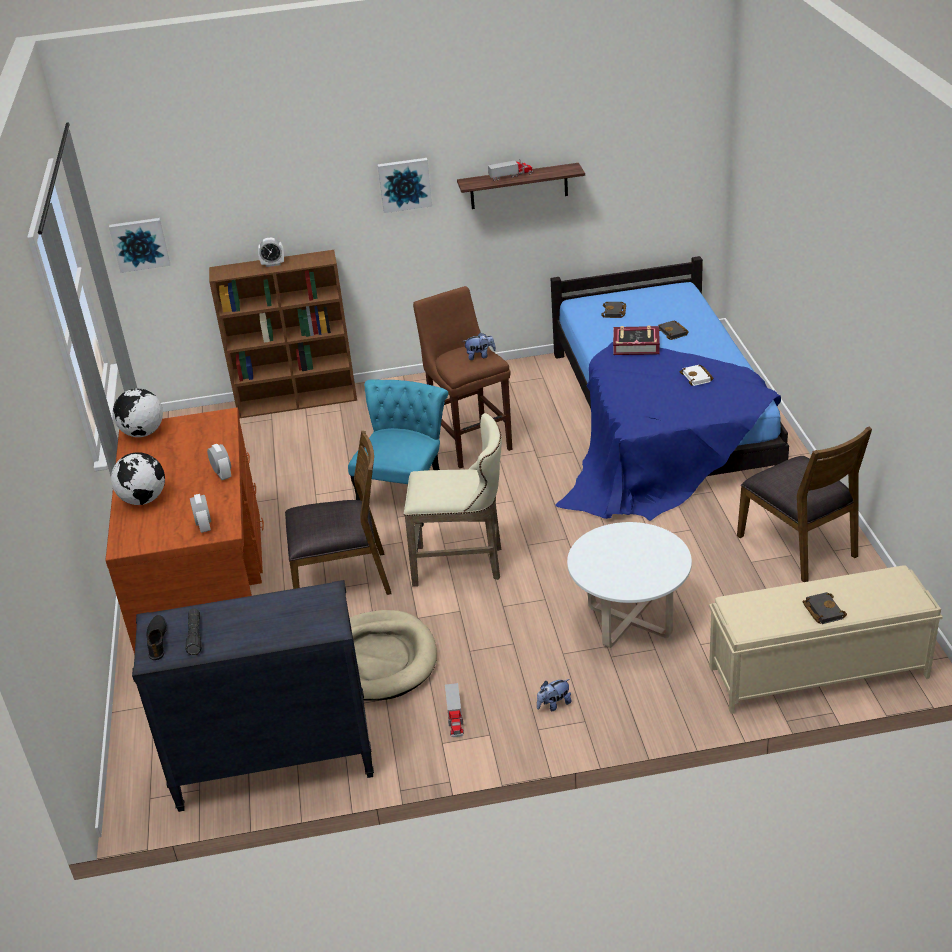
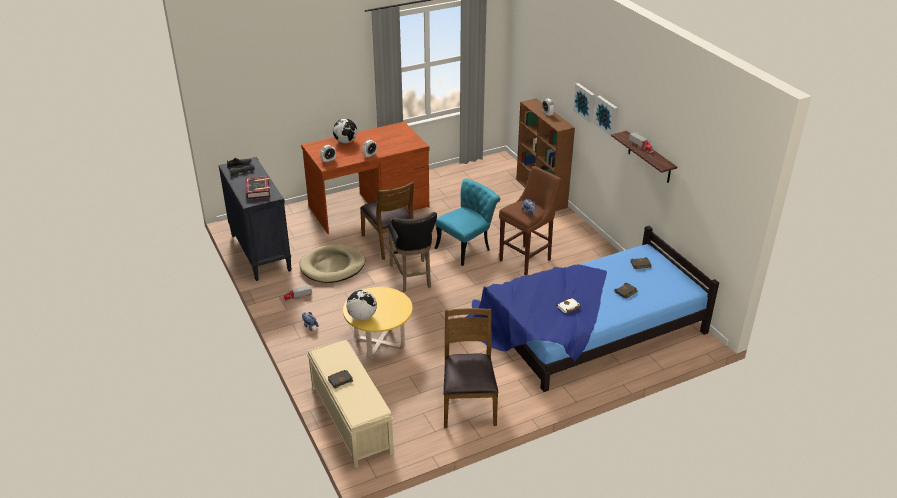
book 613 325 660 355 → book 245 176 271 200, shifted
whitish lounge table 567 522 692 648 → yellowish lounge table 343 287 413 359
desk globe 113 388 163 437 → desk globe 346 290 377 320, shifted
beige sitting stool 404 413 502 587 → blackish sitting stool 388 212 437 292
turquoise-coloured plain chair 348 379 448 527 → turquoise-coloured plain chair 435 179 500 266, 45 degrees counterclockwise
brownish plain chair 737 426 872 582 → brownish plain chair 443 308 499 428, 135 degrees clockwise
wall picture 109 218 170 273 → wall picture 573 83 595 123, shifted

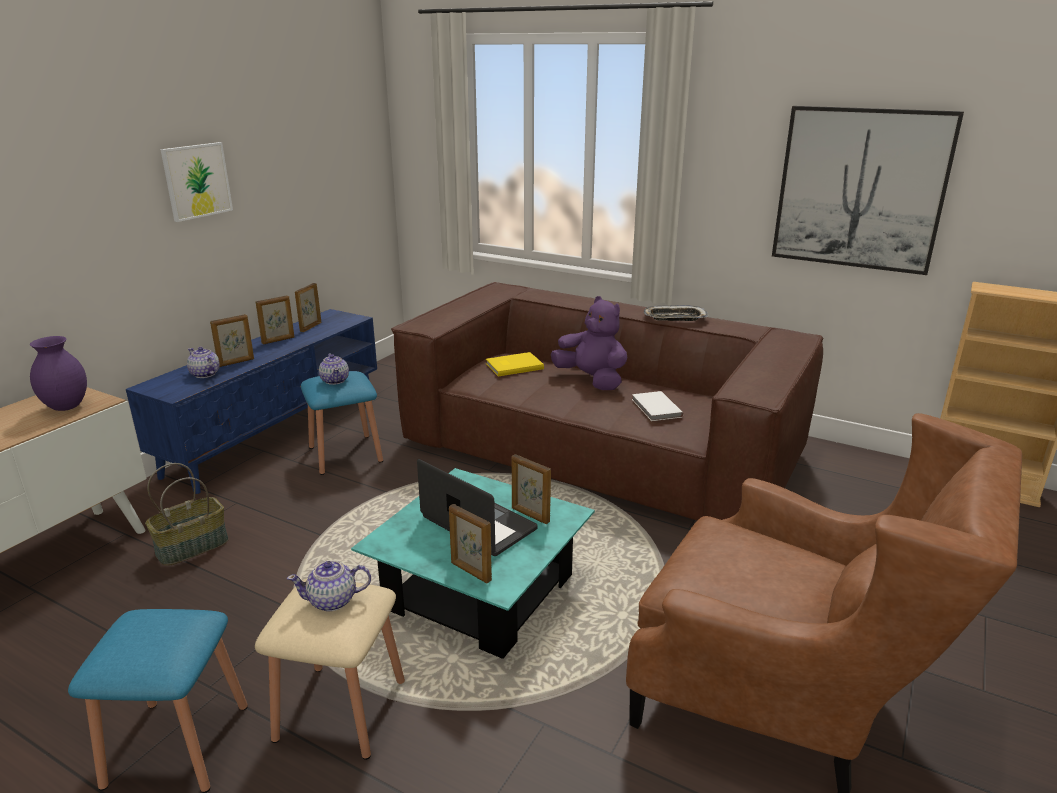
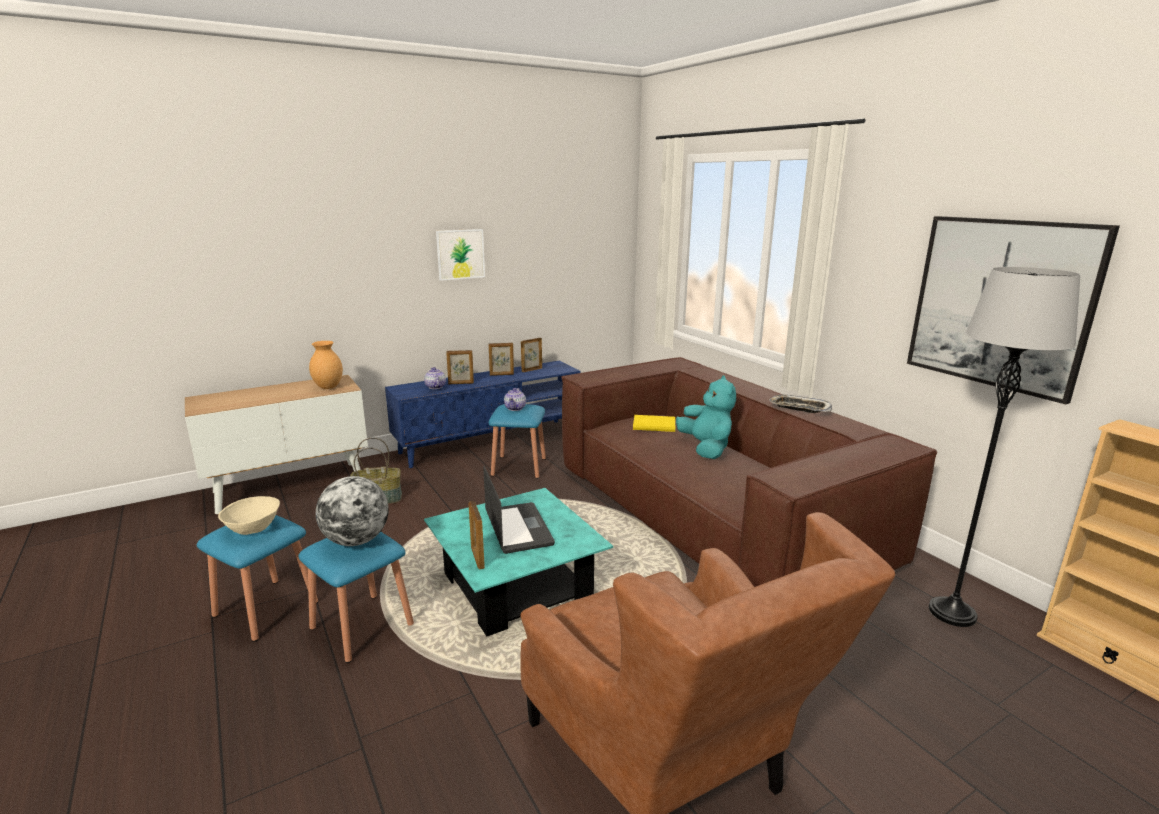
- → beige bowl 218 496 280 535
beige sitting stool 255 579 405 760 → blue sitting stool 298 532 414 663
purplish vase 30 336 87 411 → brownish vase 309 341 343 389
tea pot 287 560 371 611 → desk globe 316 476 389 546
purplish cuddly toy 551 296 627 390 → turquoise-coloured cuddly toy 676 376 736 459
- → grey standard lamp 929 267 1080 627
standing frame 512 454 551 524 → -
whitish book 632 391 683 421 → -

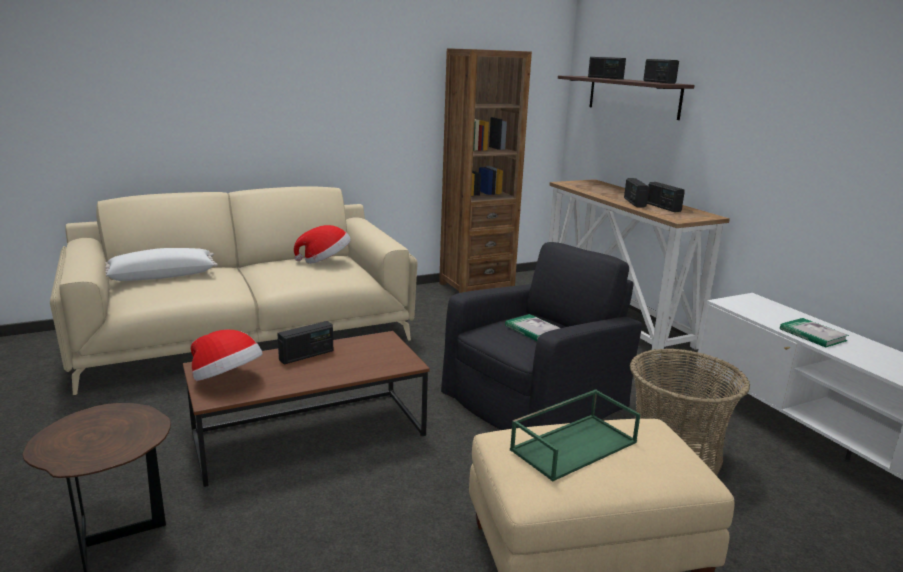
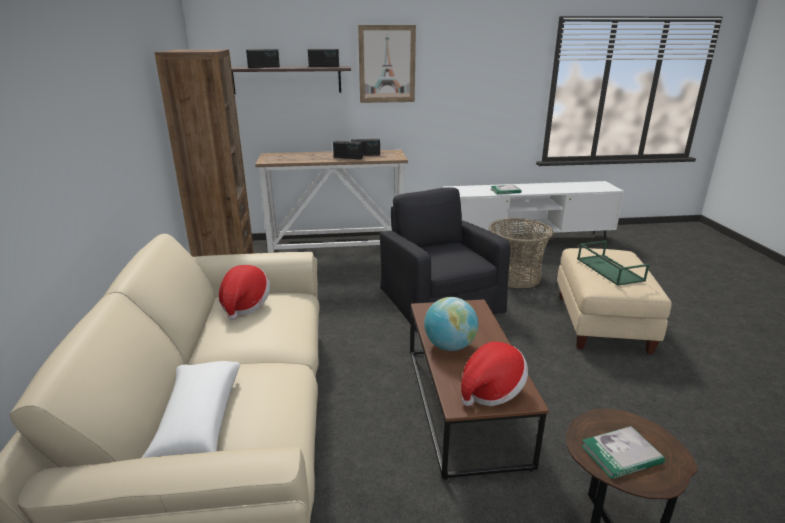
- → wall picture 358 25 416 103
radio set 277 321 333 365 → desk globe 424 297 478 351
book 505 314 560 341 → book 581 426 665 479, shifted

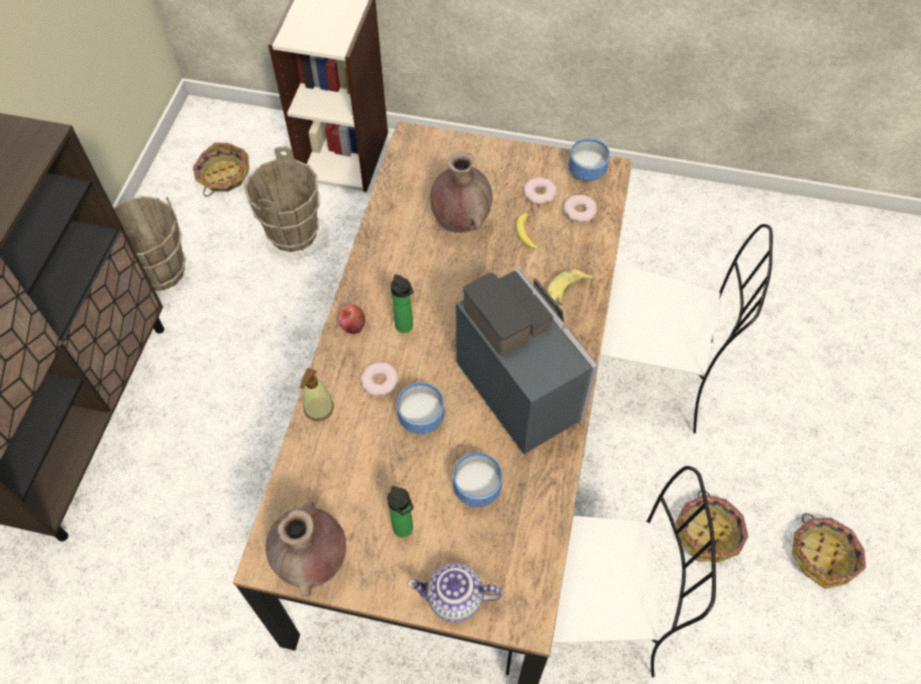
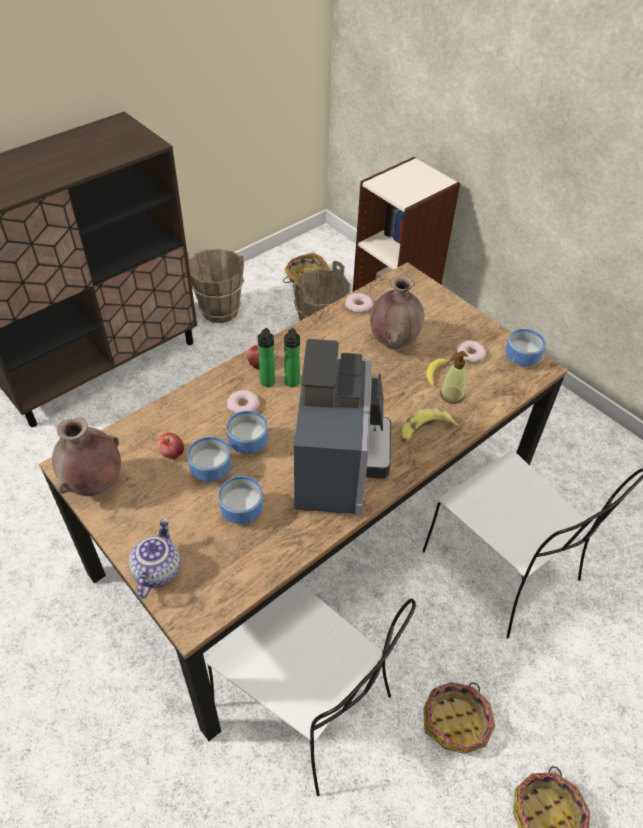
tea pot 407 563 502 622 → tea pot 129 518 180 599, 60 degrees clockwise
- → whole apple 157 433 184 460
- → bowl 188 437 231 482
beverage bottle 387 486 414 538 → beverage bottle 258 328 275 387, shifted
doughnut 563 195 597 222 → doughnut 345 293 373 313, shifted
soap bottle 300 368 334 421 → soap bottle 440 351 468 404, shifted

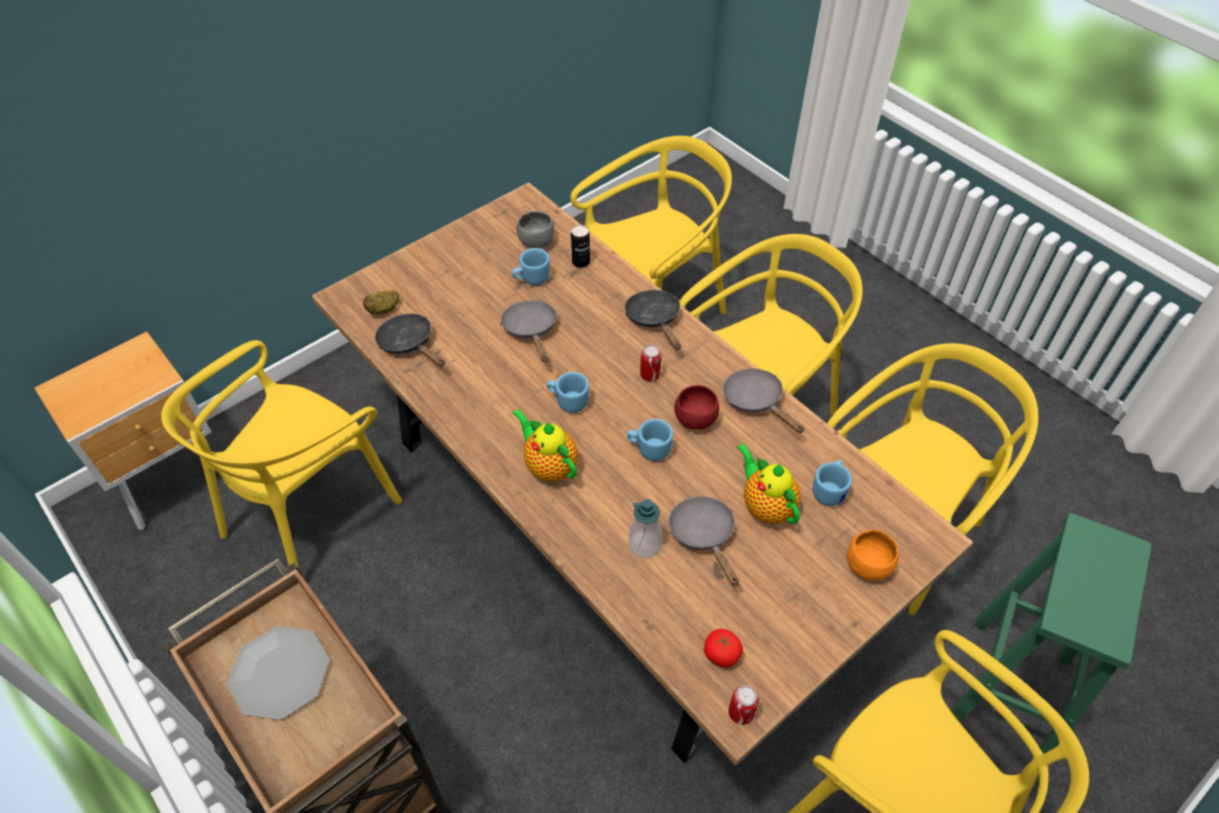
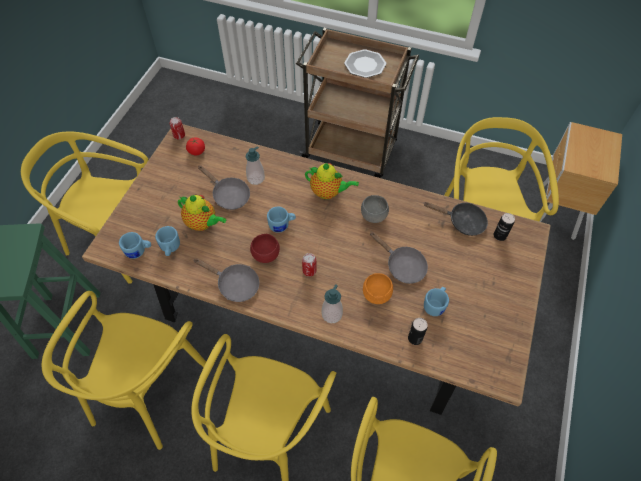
blue coffee mug 547 372 589 413 → blue coffee mug 119 232 151 259, shifted
blackish skillet 625 290 681 350 → soap bottle 322 284 343 323
grey bowl 517 211 554 248 → grey bowl 361 195 389 223, shifted
orange bowl 847 530 899 581 → orange bowl 363 273 393 304, shifted
spud 363 290 399 314 → sealed can 493 213 515 241

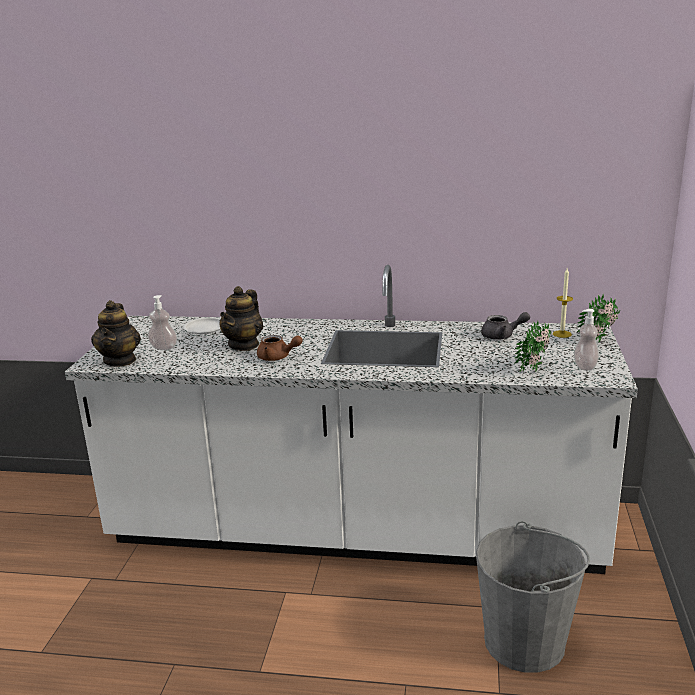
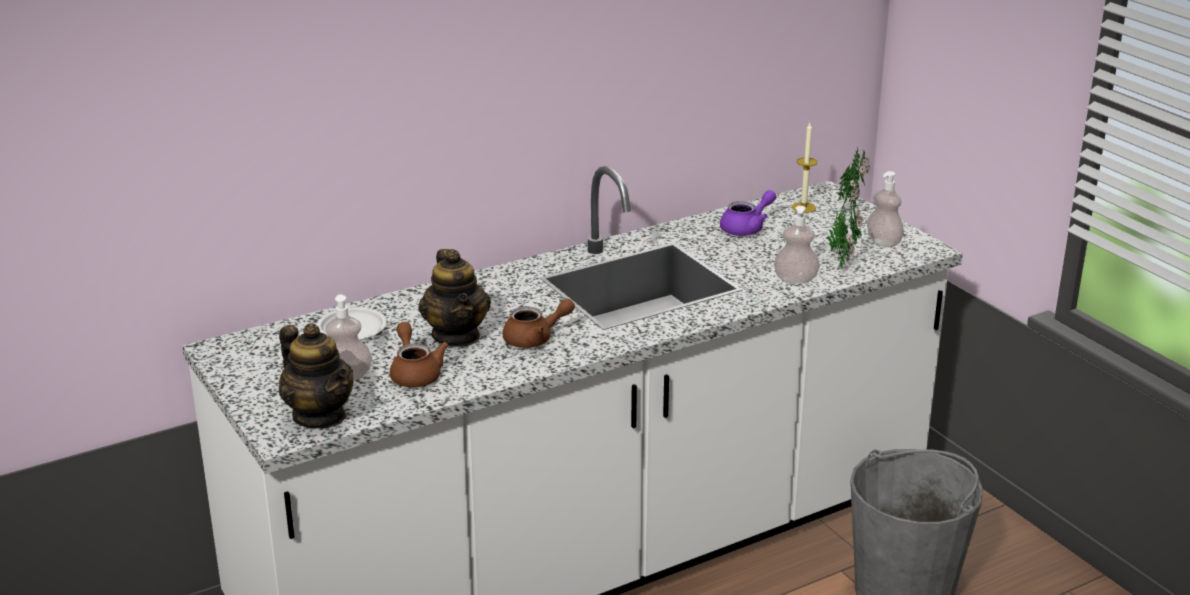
- → brownish tea pot 390 322 448 387
grey tea pot 481 312 530 340 → purplish tea pot 720 190 776 236
- → soap bottle 774 206 820 284

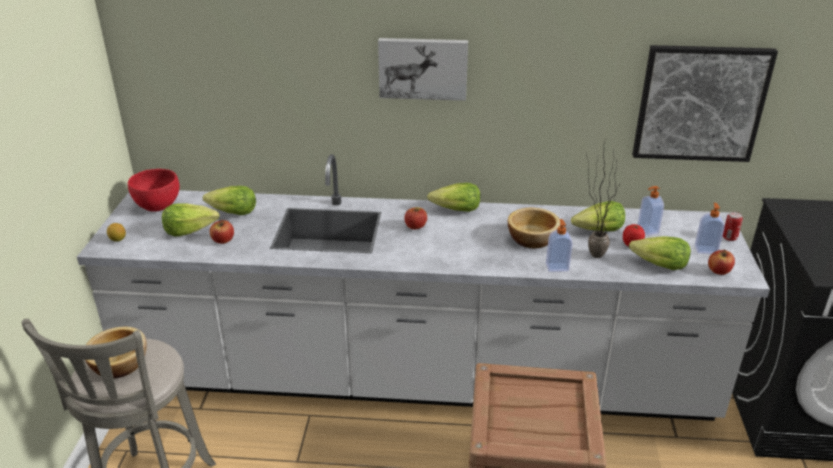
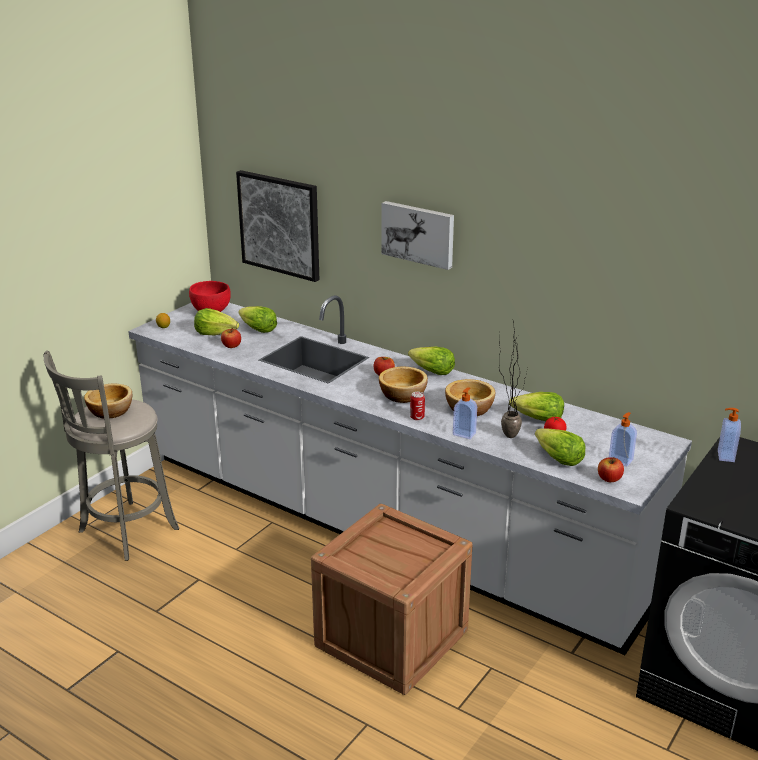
wall picture 632 45 778 162 → wall picture 236 170 319 282, shifted
- → bowl 379 366 428 403
sealed can 723 212 743 241 → sealed can 410 392 425 420, shifted
soap bottle 637 186 664 235 → soap bottle 718 408 741 462, shifted

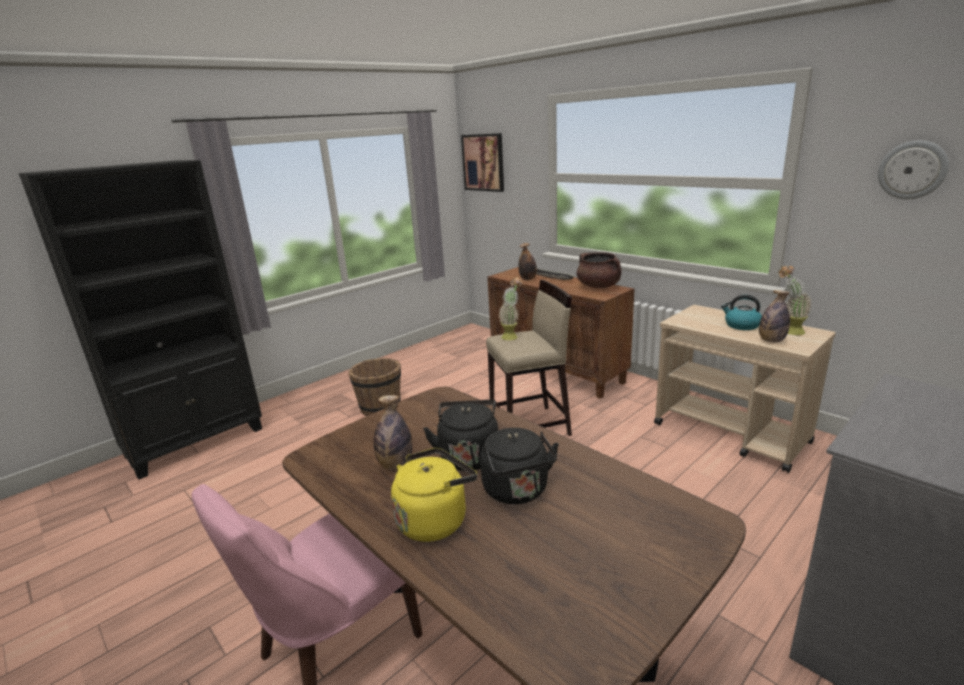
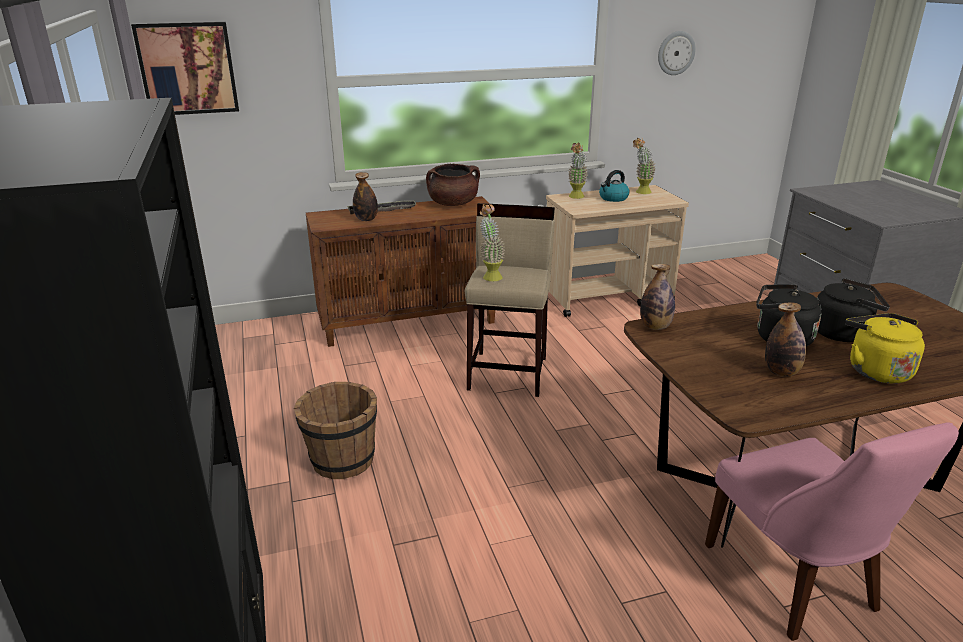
- → potted plant 568 142 587 199
beverage bottle 759 290 790 343 → beverage bottle 640 264 675 330, shifted

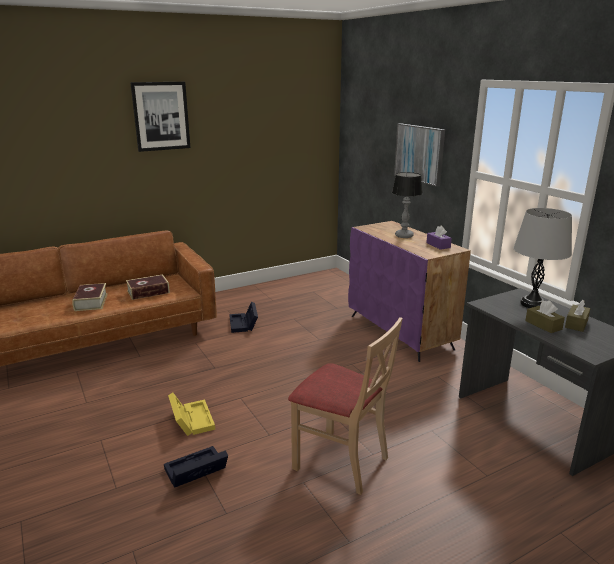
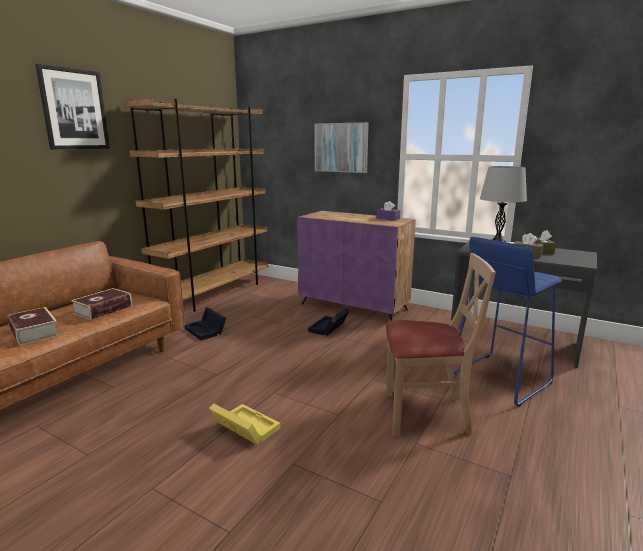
- → brownish bookcase 123 98 268 312
blackish storage container 164 446 228 488 → blackish storage container 308 308 350 336, shifted
- → blue sitting stool 454 237 562 407
lamp for a table 392 172 423 238 → -

